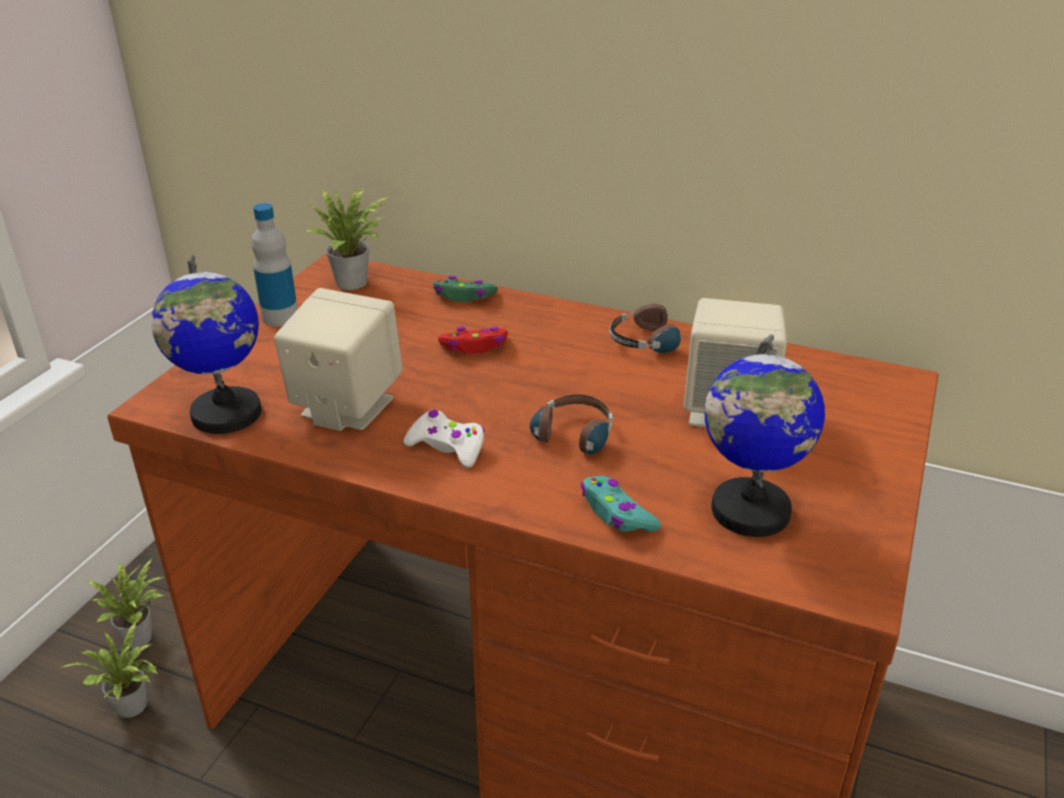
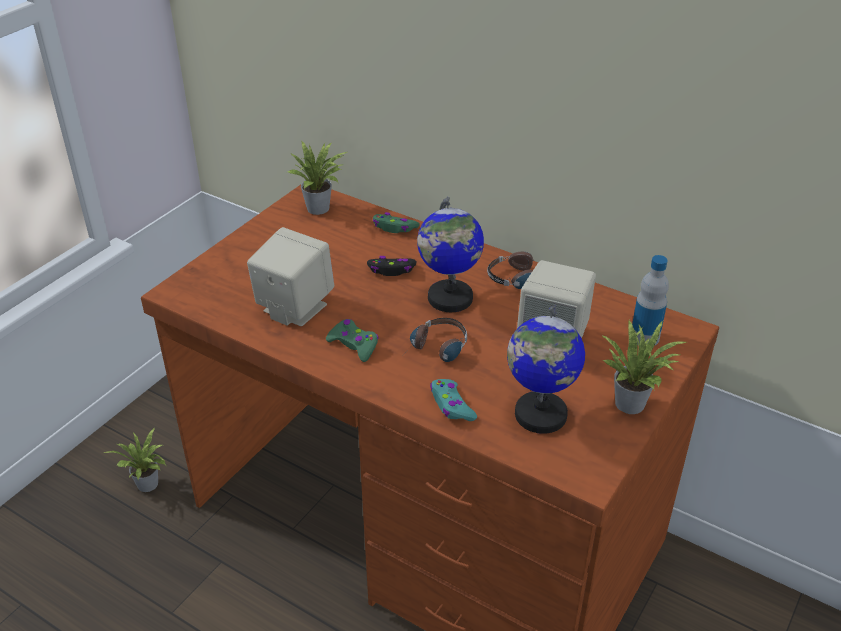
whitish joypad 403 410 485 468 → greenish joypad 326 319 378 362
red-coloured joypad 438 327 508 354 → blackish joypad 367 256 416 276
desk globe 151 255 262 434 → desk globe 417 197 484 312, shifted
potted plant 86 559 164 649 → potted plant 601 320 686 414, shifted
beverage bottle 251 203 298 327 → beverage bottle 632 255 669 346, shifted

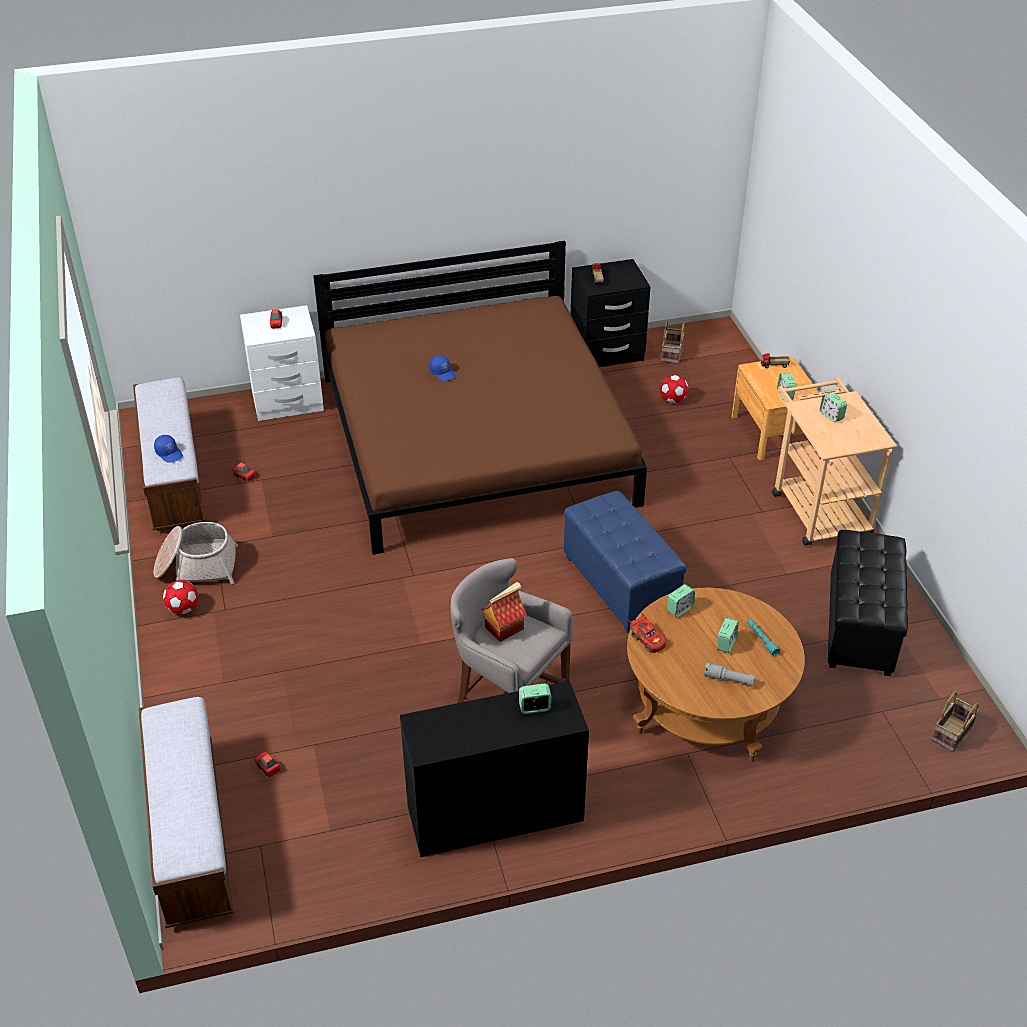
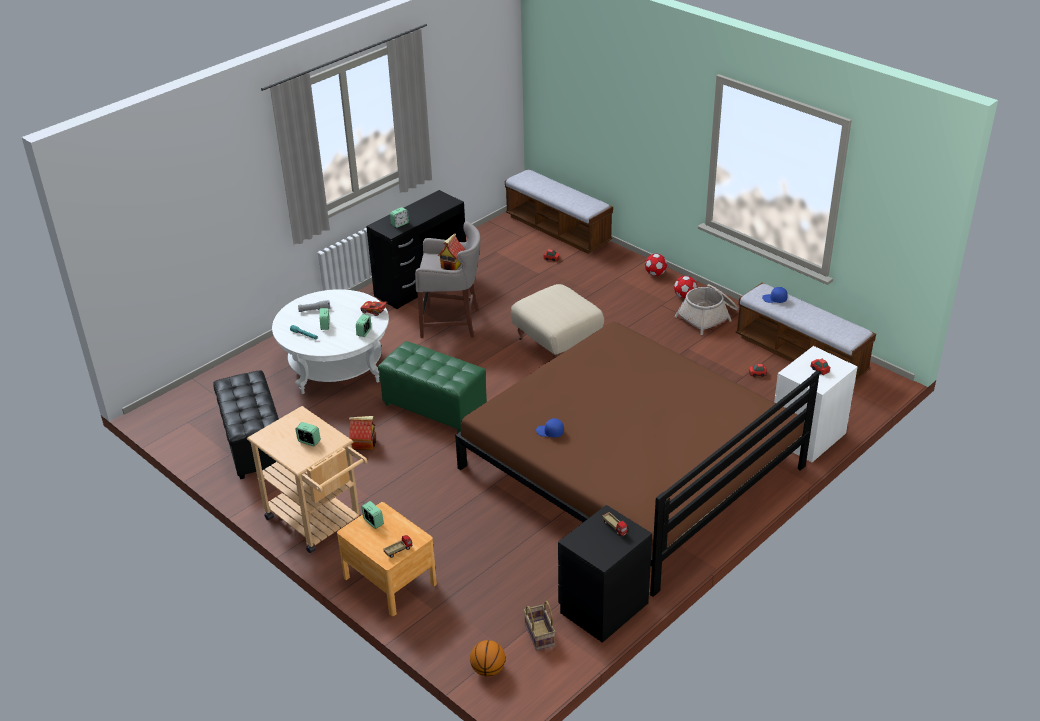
brownish lounge table 627 588 805 762 → whitish lounge table 272 289 389 394
- → miniature house 349 416 376 450
blue pouffe 564 491 687 633 → greenish pouffe 378 341 487 433
- → basketball 470 640 505 677
- → beige pouffe 511 284 604 358
blue baseball cap 430 355 456 381 → blue baseball cap 536 418 564 438, shifted
football ball 659 375 688 403 → football ball 645 254 667 276, shifted
household basket 932 692 979 752 → -

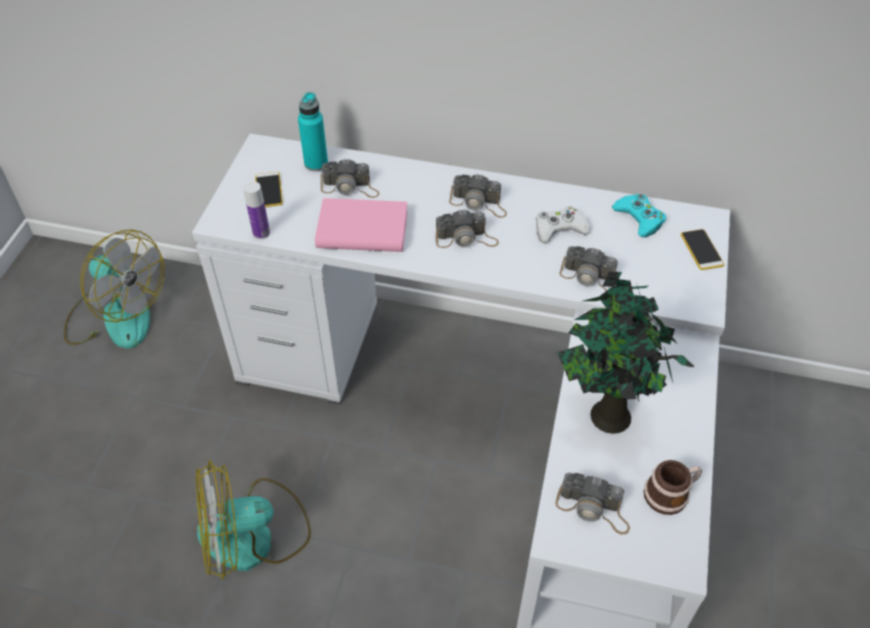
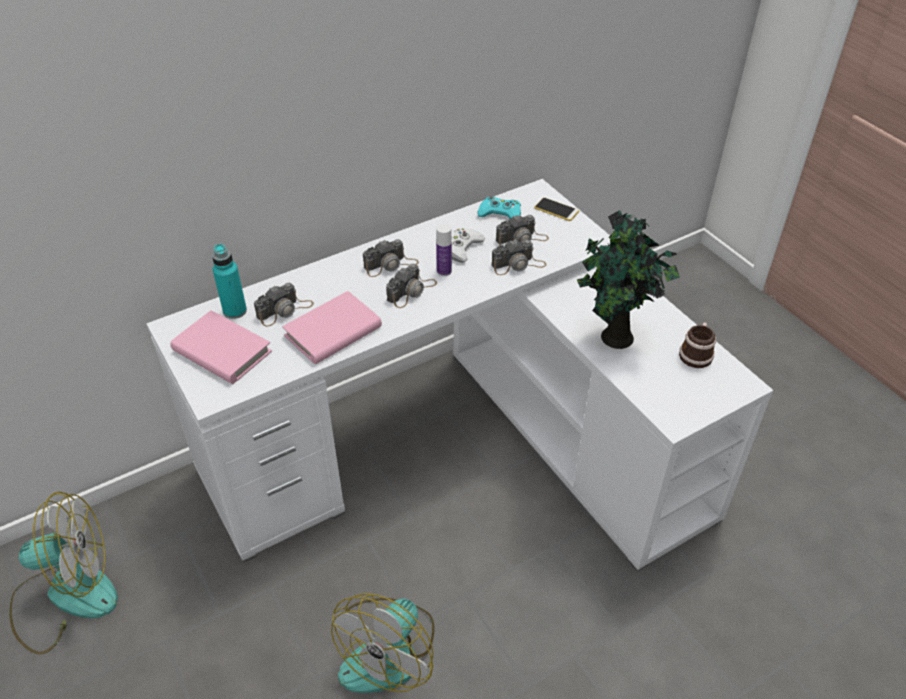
phone 255 172 283 207 → pink-coloured book 170 310 272 384
beverage bottle 243 181 270 239 → beverage bottle 436 224 452 276, shifted
photo camera 556 473 630 534 → photo camera 496 214 549 246, shifted

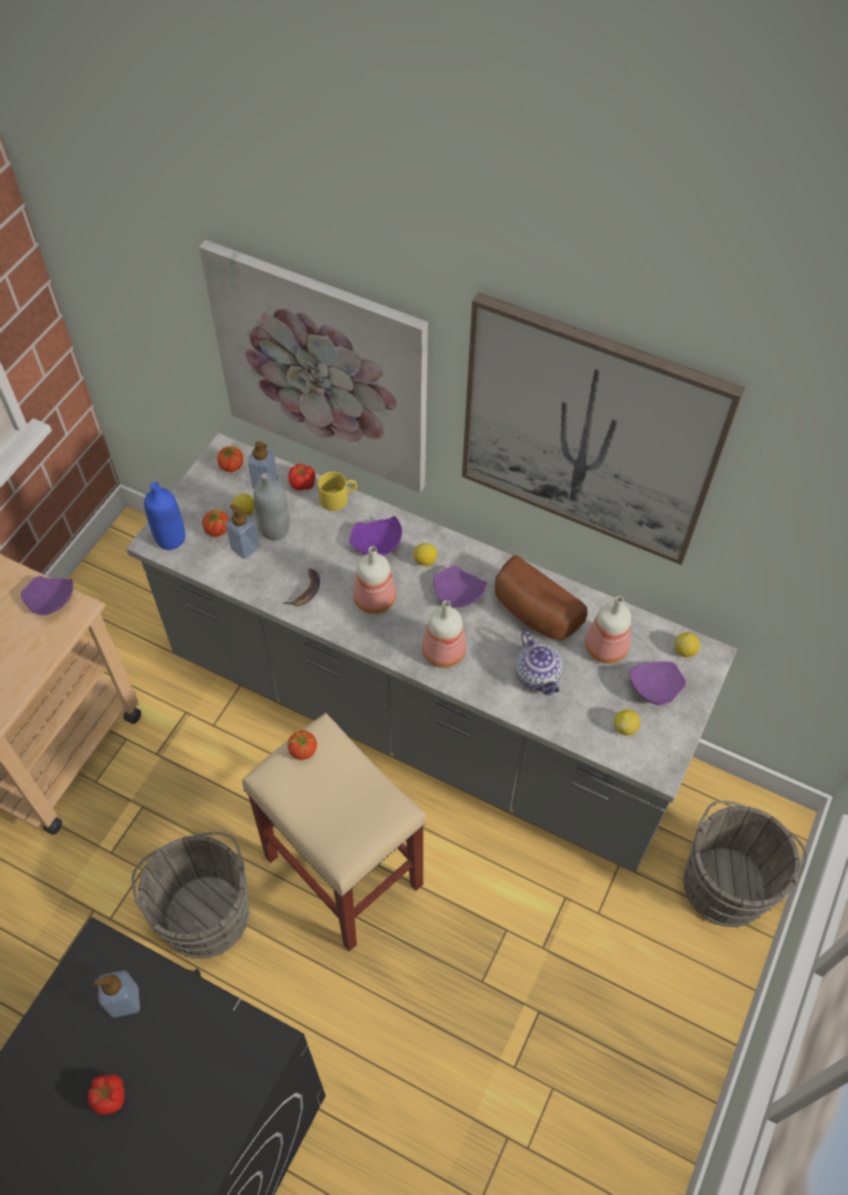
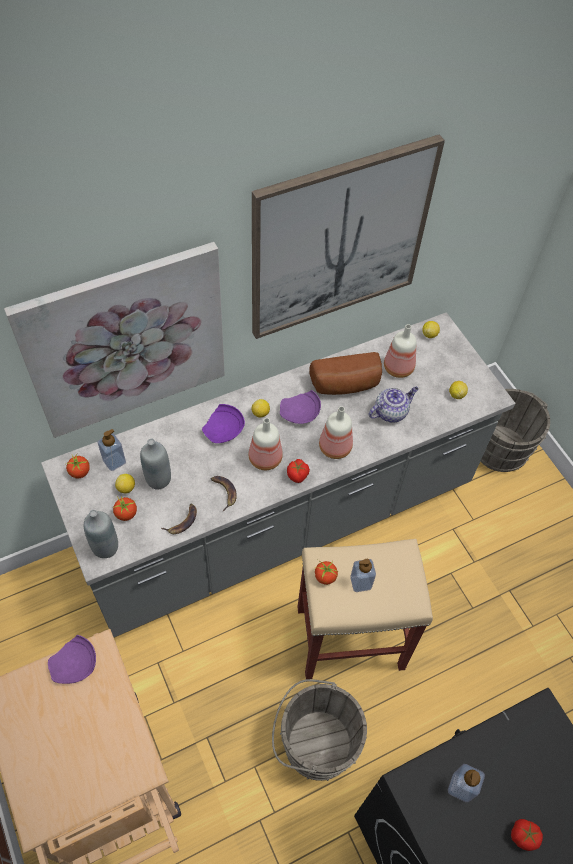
blue beverage bottle 144 482 185 550 → grey beverage bottle 84 510 118 558
- → banana 161 504 197 534
fresh tomato 289 464 315 490 → fresh tomato 287 459 310 483, shifted
soap bottle 225 504 260 559 → soap bottle 350 559 376 592, shifted
tea pot 515 631 563 695 → tea pot 369 387 418 423, 45 degrees counterclockwise
yellowish coffee mug 318 472 357 511 → -
purplish plate 630 662 686 706 → -

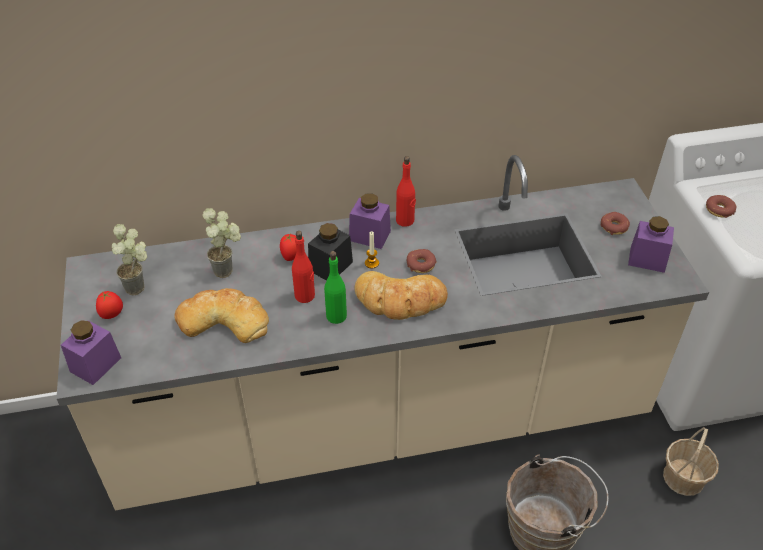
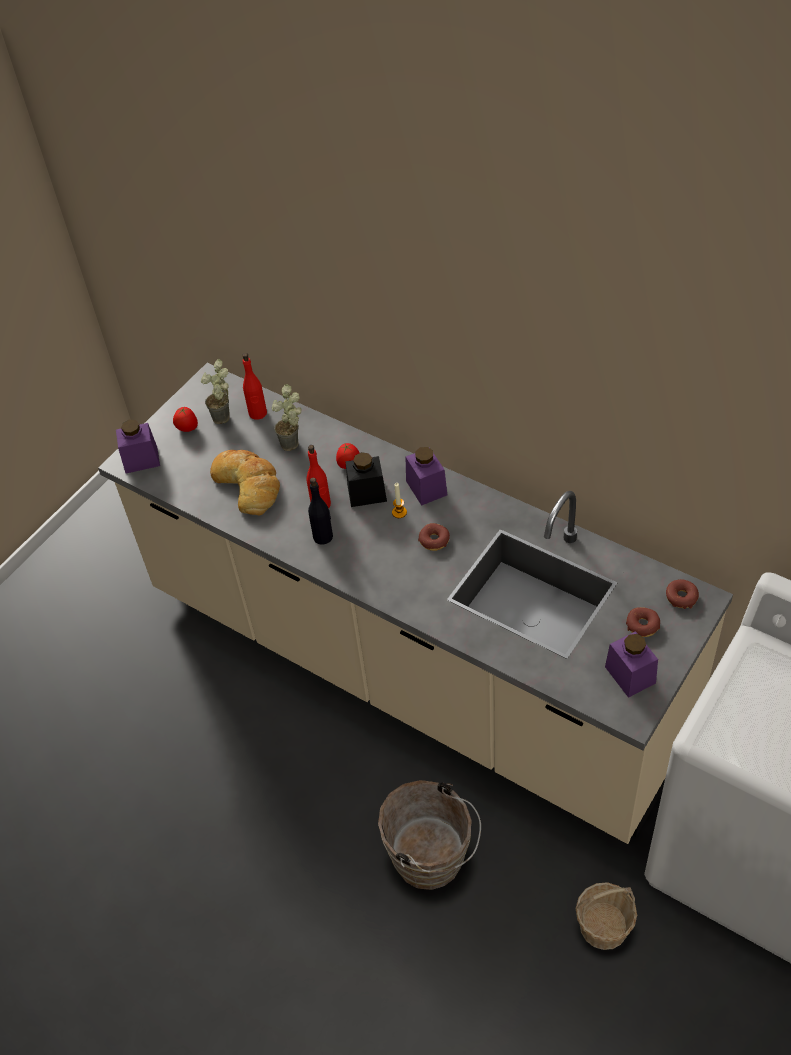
red-coloured beverage bottle 396 156 416 227 → red-coloured beverage bottle 242 353 267 420, shifted
greenish beverage bottle 324 251 347 324 → blackish beverage bottle 308 478 333 545
doughnut 706 195 736 218 → doughnut 666 579 699 609, shifted
bread 354 271 448 320 → -

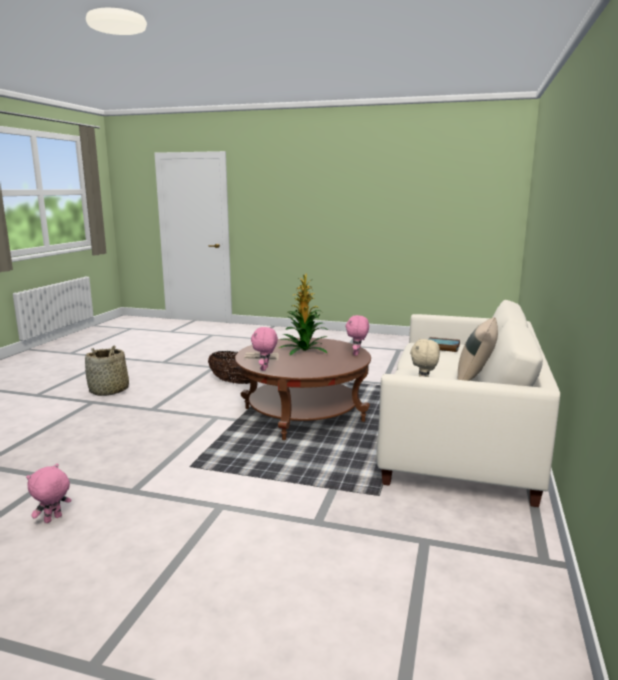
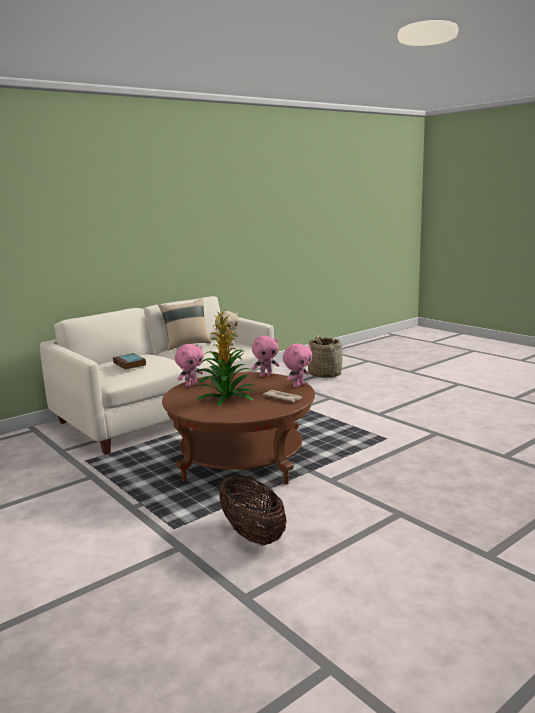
pink-coloured cuddly toy 26 463 71 523 → pink-coloured cuddly toy 252 336 280 377, shifted
household basket 85 346 129 396 → household basket 308 335 343 378, shifted

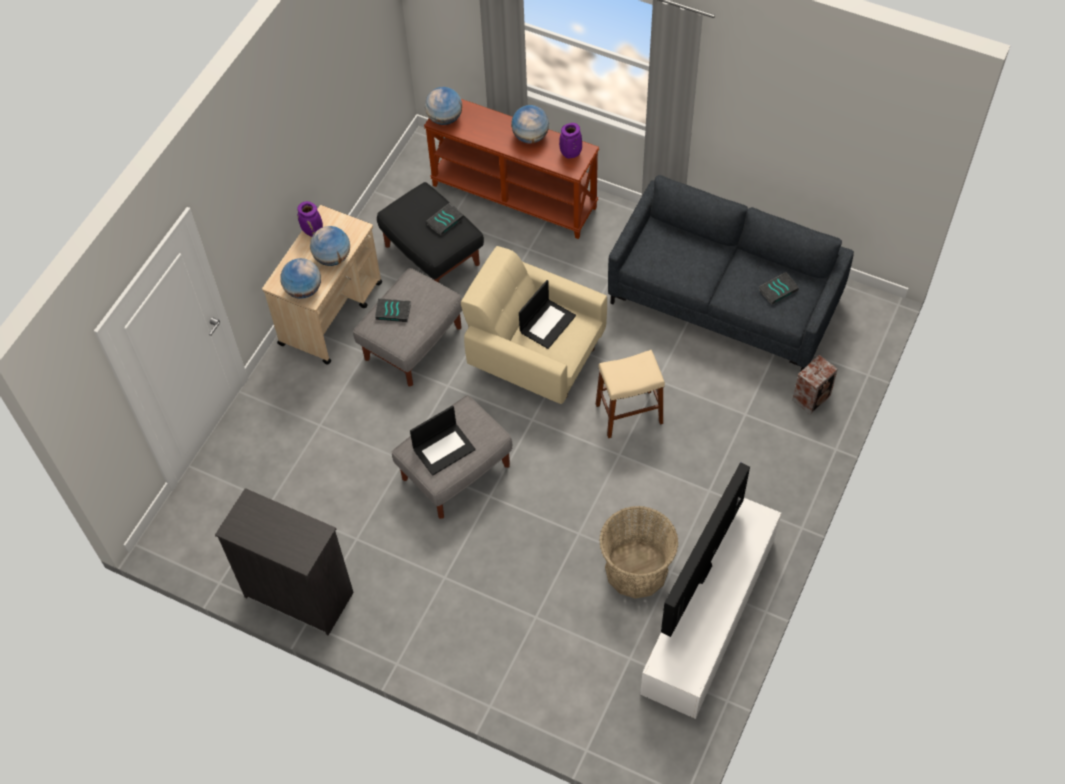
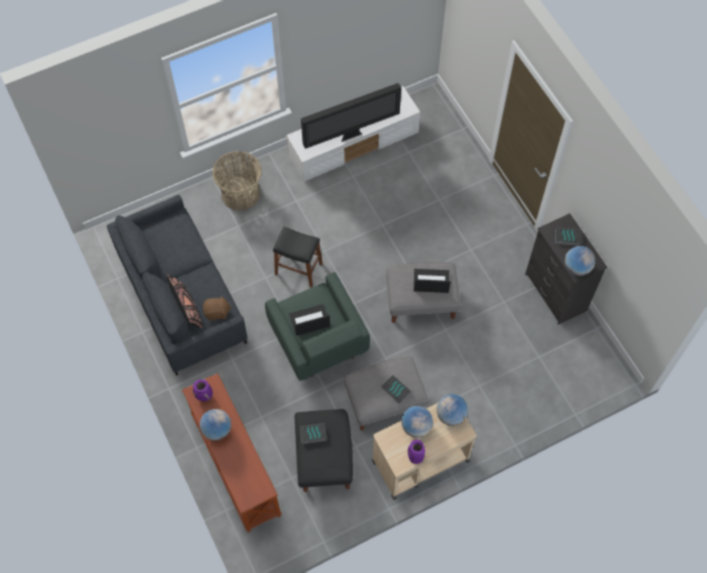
- → blackish cushion 167 274 203 329
- → brownish cuddly toy 203 295 231 321
household basket 599 506 679 599 → household basket 212 151 262 211, shifted
beige lounge chair 461 246 607 404 → greenish lounge chair 265 272 370 381
beige sitting stool 596 350 665 438 → blackish sitting stool 273 227 323 288
book 759 272 799 305 → book 555 227 580 246, shifted
desk globe 425 87 462 125 → desk globe 565 246 595 276, shifted
loudspeaker 792 355 838 414 → -

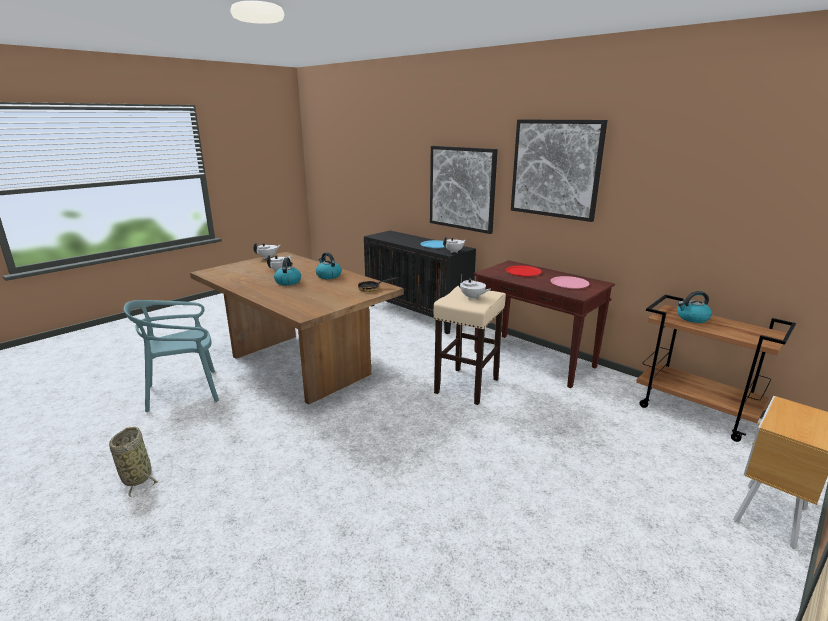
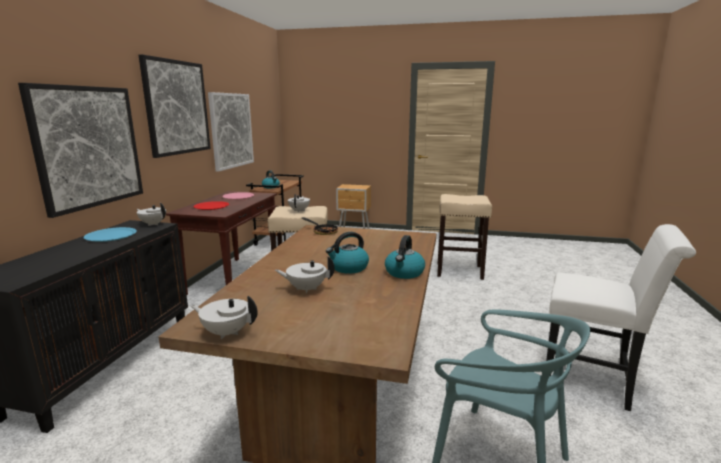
- → wall picture 208 92 254 172
water kettle 316 252 342 279 → water kettle 385 235 425 279, shifted
- → beige sitting stool 437 194 492 280
household basket 109 427 158 498 → whitish plain chair 546 224 696 411

